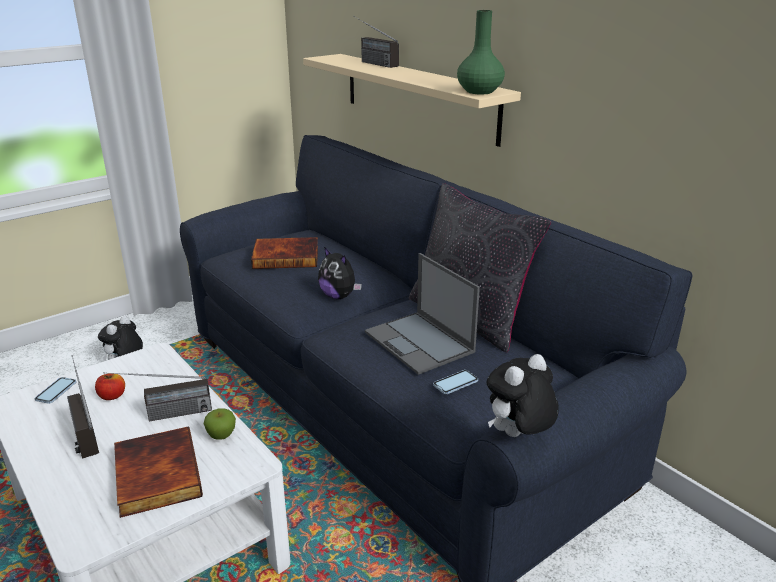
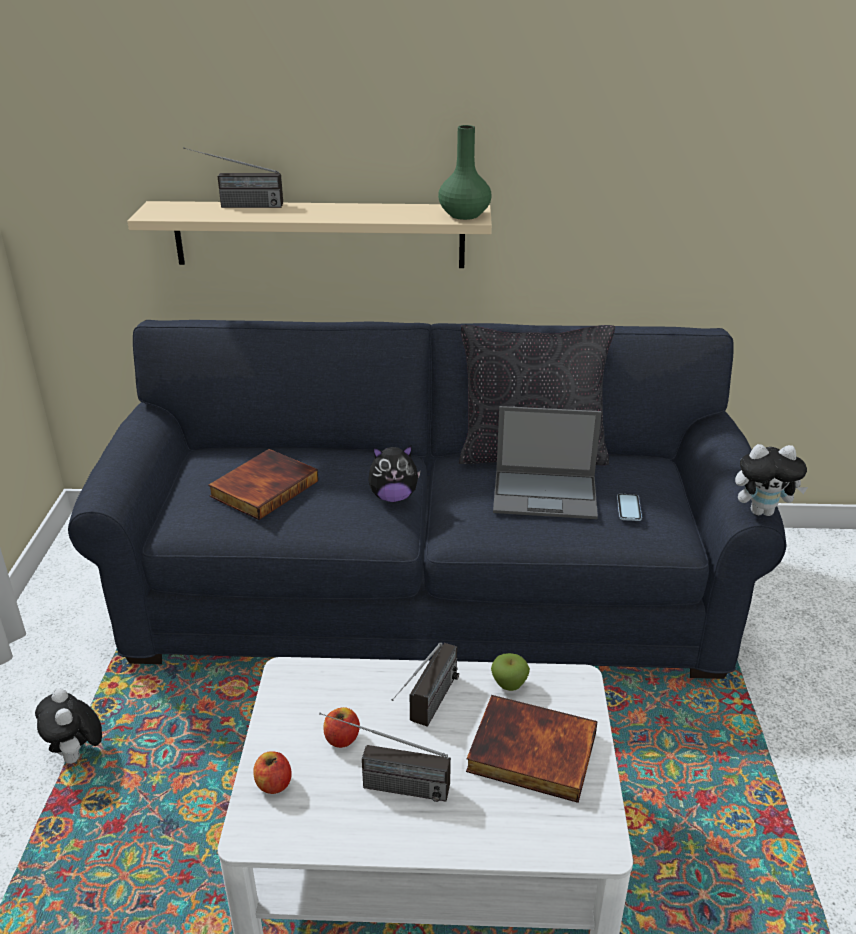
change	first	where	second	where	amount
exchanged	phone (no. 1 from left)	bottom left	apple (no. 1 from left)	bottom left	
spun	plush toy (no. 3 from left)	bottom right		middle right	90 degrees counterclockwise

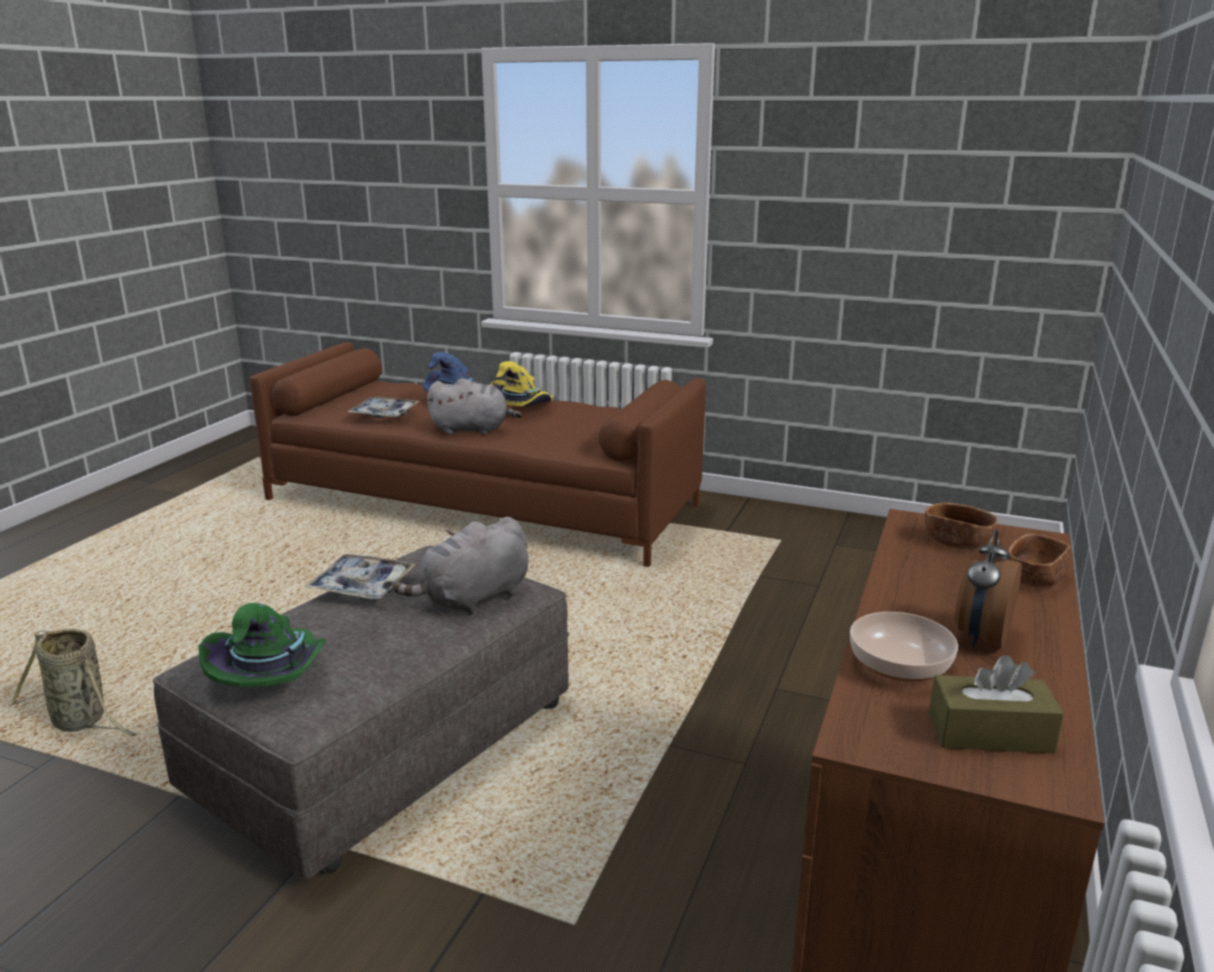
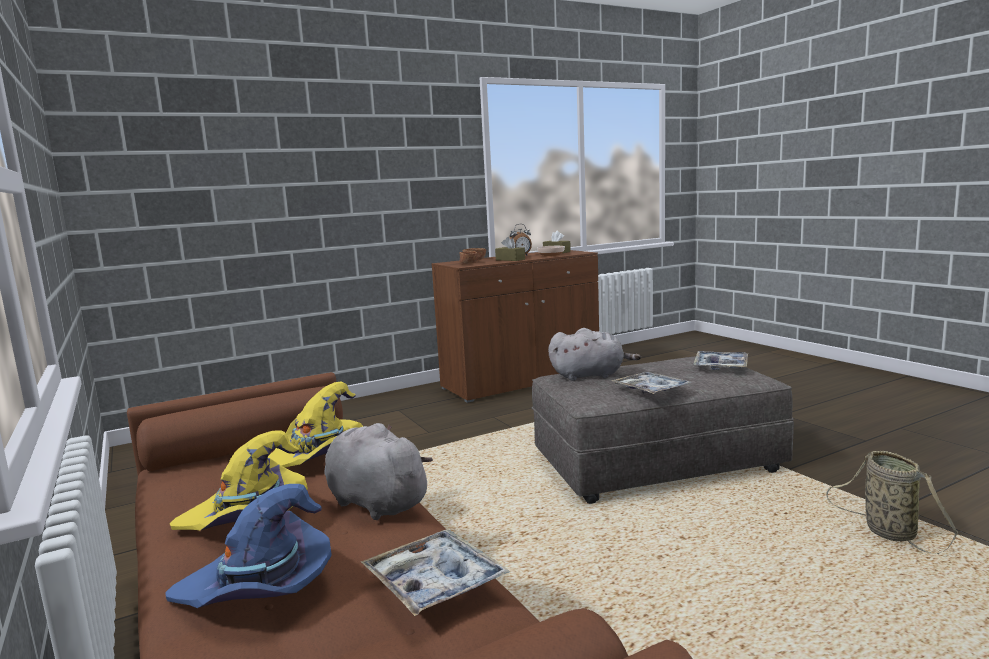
change	first	where	second	where	amount
appeared			hat (yellow) (no. 2 from left)	middle left	
appeared			tissue box (brown) (no. 1 from left)	centre	
exchanged	hat (green)	middle left	tray (no. 3 from left)	middle right	

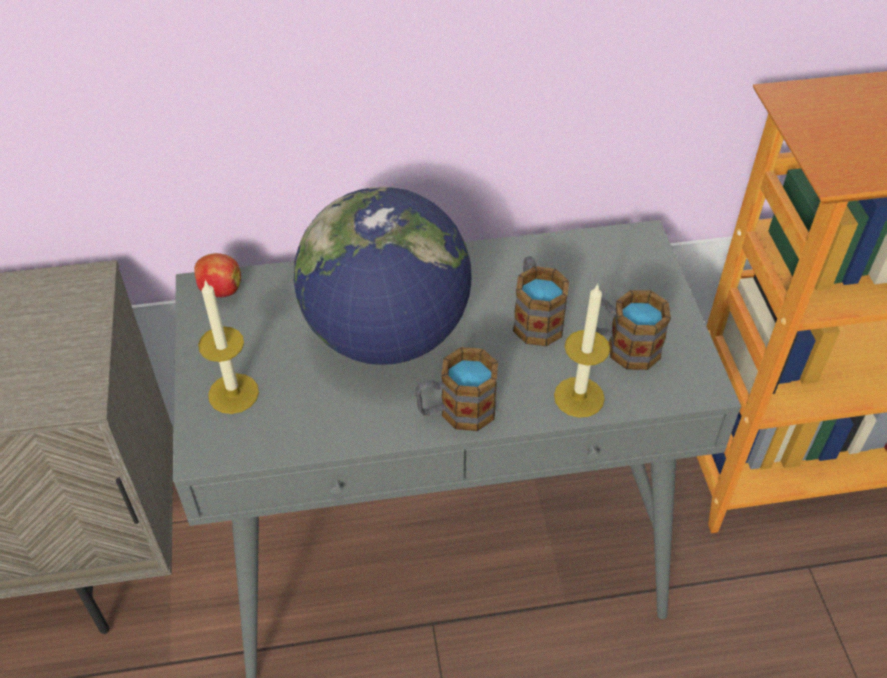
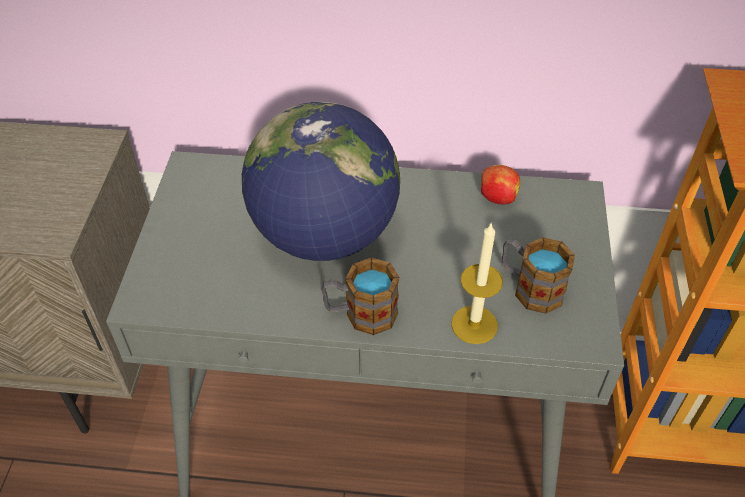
change	first	where	second	where	amount
relocated	apple	middle left		middle right	
missing	candle (no. 1 from left)	middle left			
missing	mug (no. 2 from left)	centre			

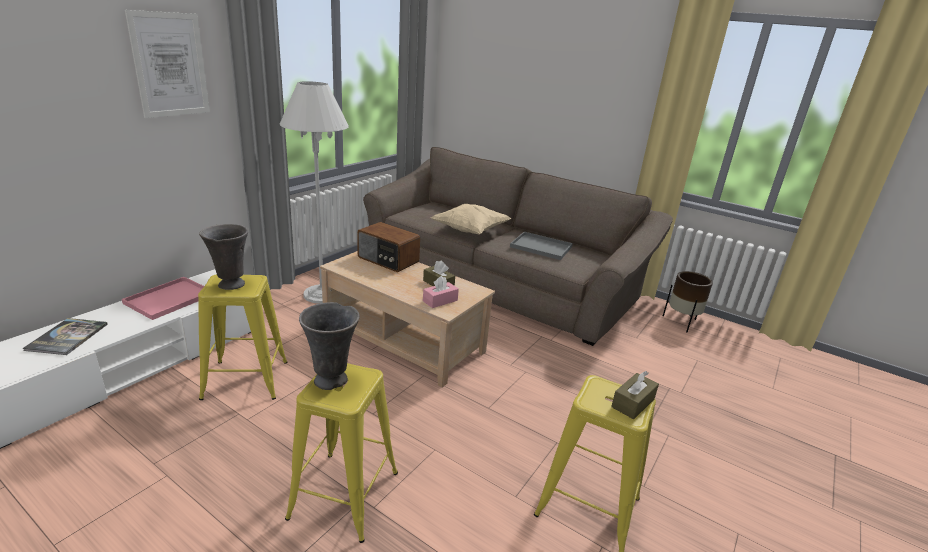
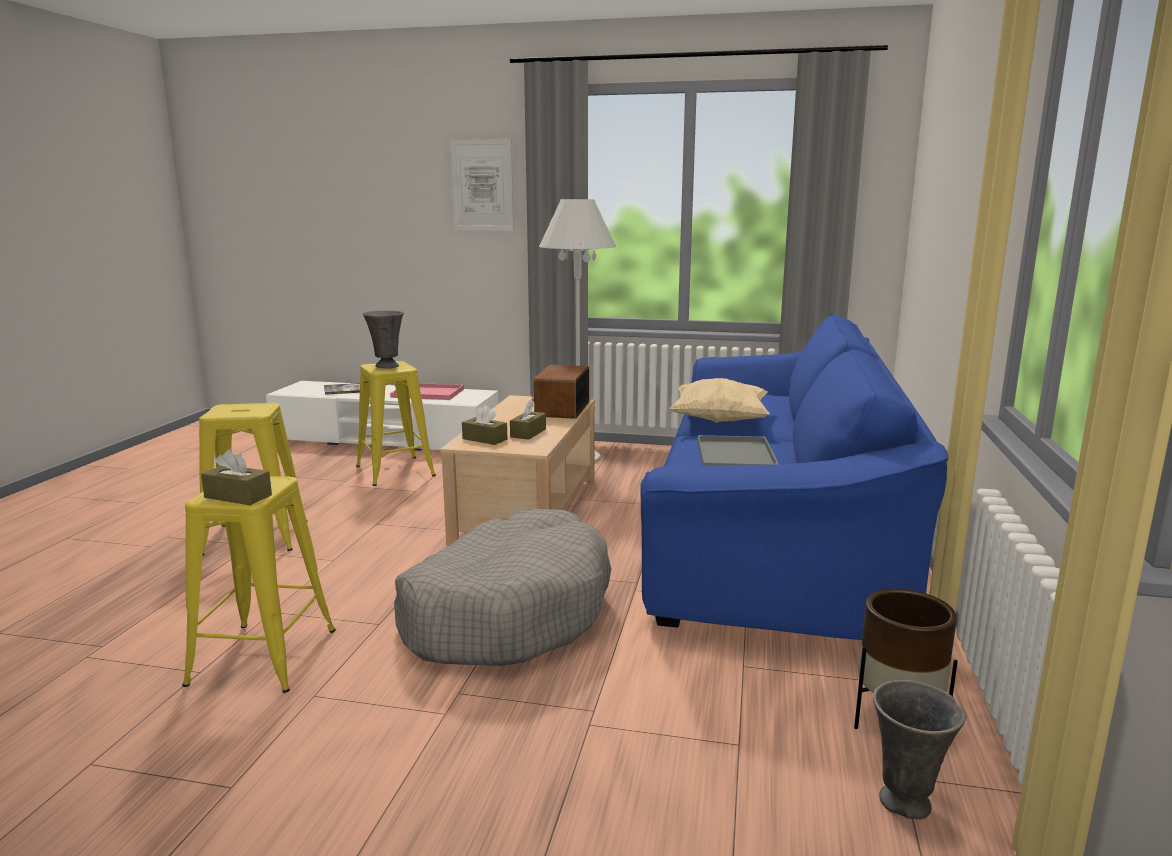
change	first	where	second	where	amount
appeared			dog bed (grey)	bottom centre	
colour	tissue box (pink)	centre	tissue box (brown) (no. 2 from left)	centre	
colour	sofa (brown)	centre	sofa (blue)	middle right	
relocated	vase (grey) (no. 2 from left)	centre		bottom right	

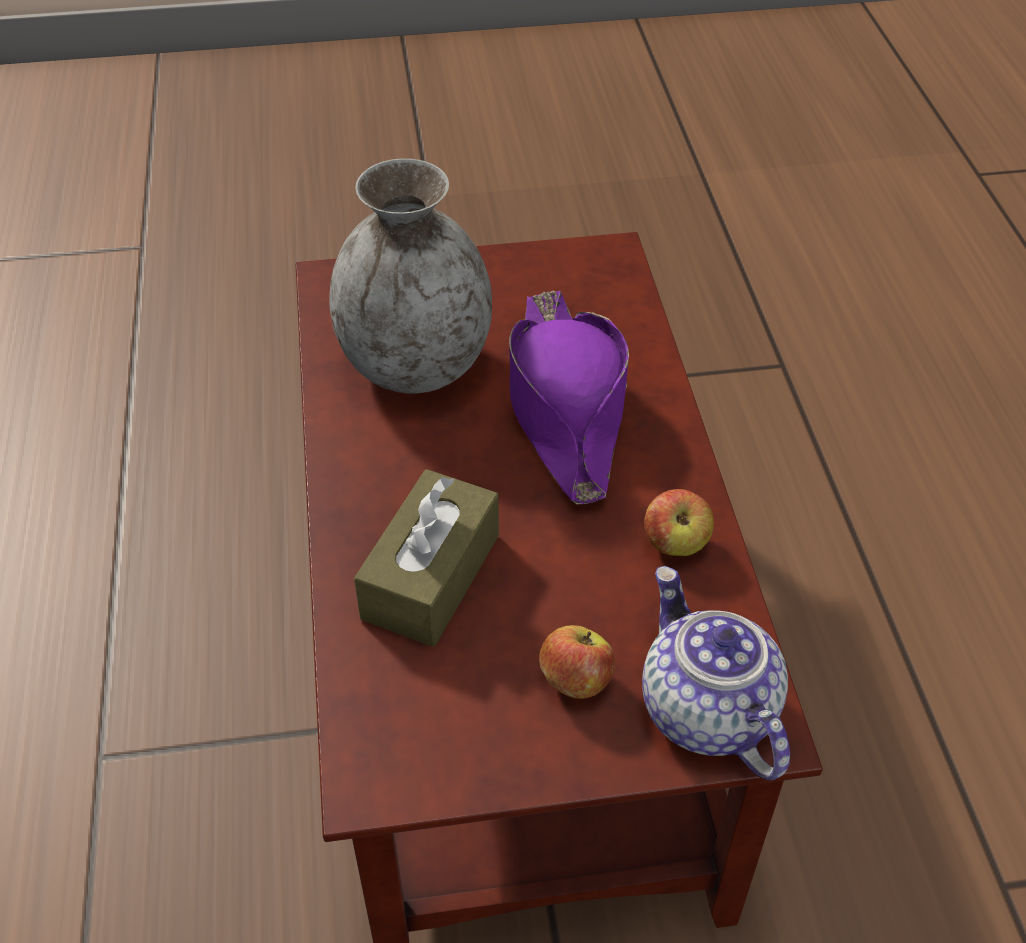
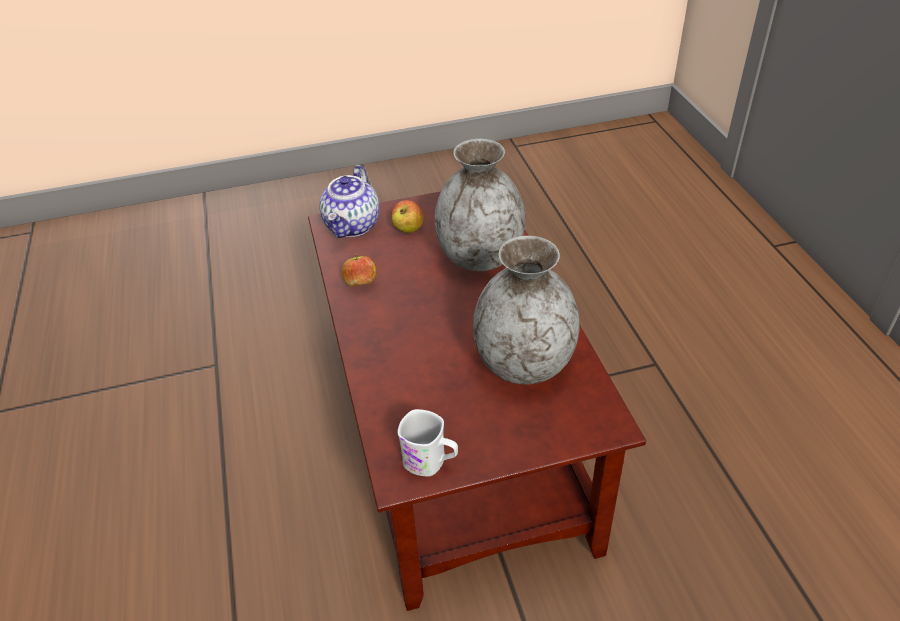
change	first	where	second	where	amount
spun	teapot	bottom right		top centre	45 degrees clockwise
appeared			mug (white)	bottom centre	
exchanged	tissue box (brown)	centre	vase (grey) (no. 1 from left)	top centre	
missing	hat (purple)	centre			

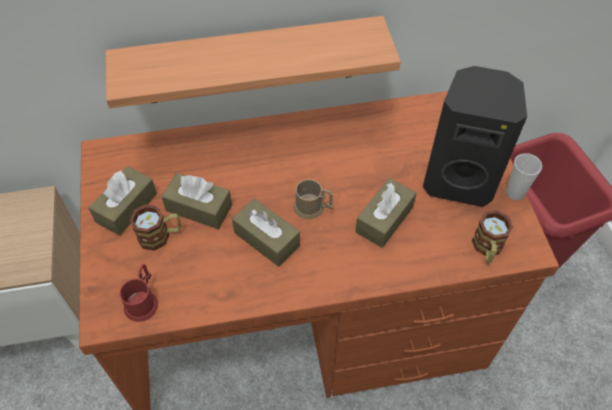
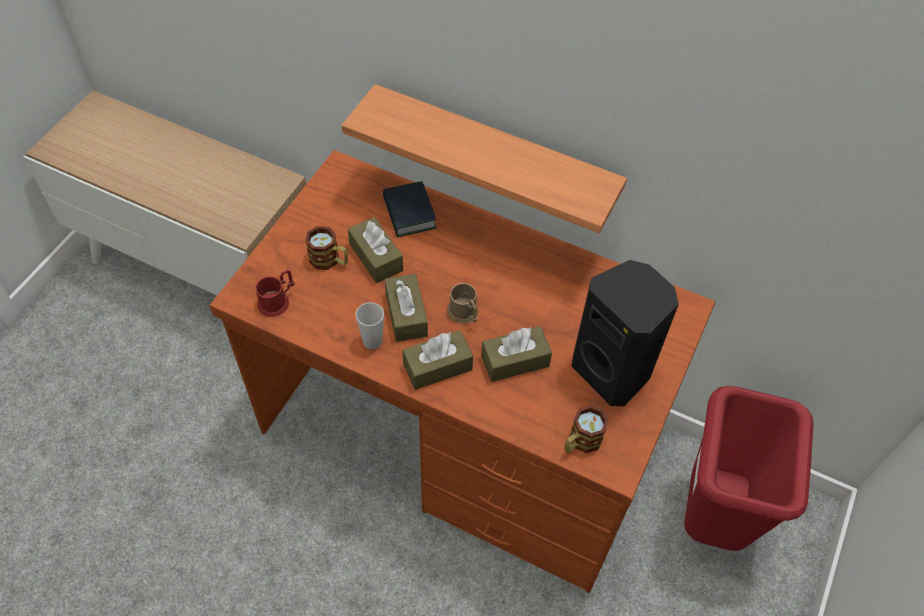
change	first	where	second	where	amount
relocated	cup	middle right		centre	
appeared			book	centre	
relocated	tissue box (brown) (no. 1 from left in the first image)	middle left	tissue box (brown) (no. 3 from left)	centre	

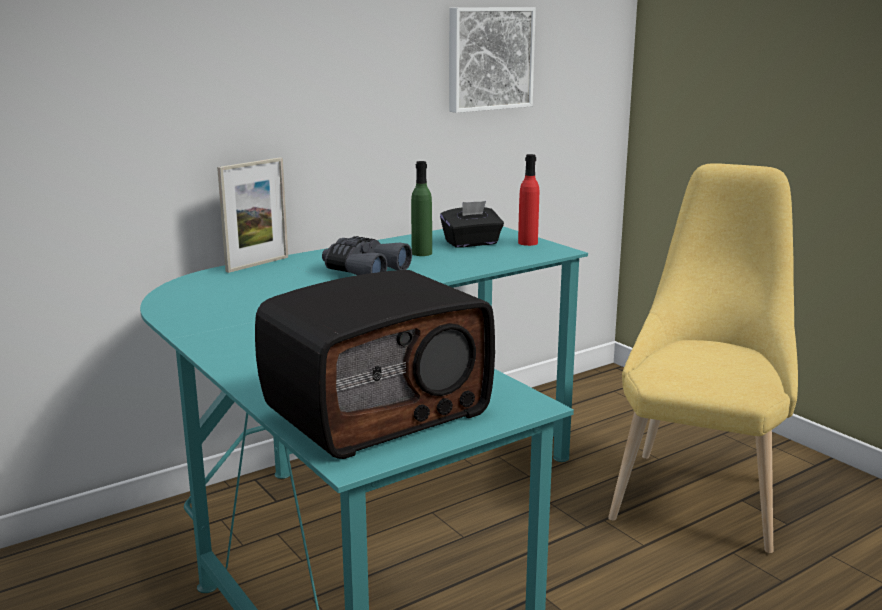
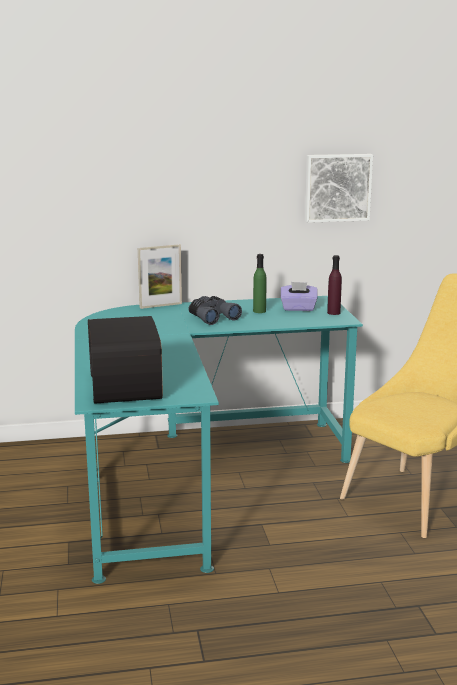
change	first	where	second	where	amount
spun	radio	centre		middle left	90 degrees clockwise
colour	tissue box (black)	centre	tissue box (purple)	centre	
colour	bottle (red)	top centre	bottle (purple)	middle right	

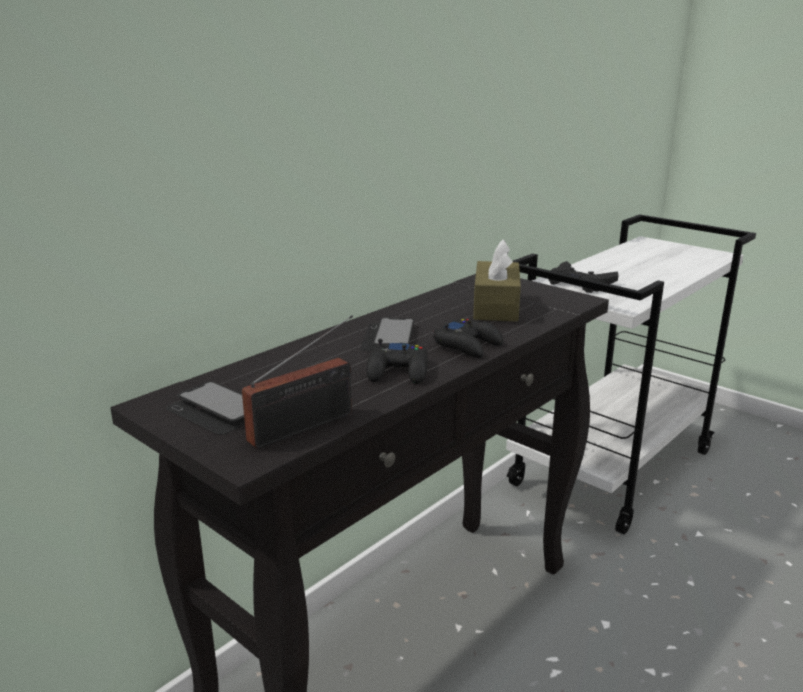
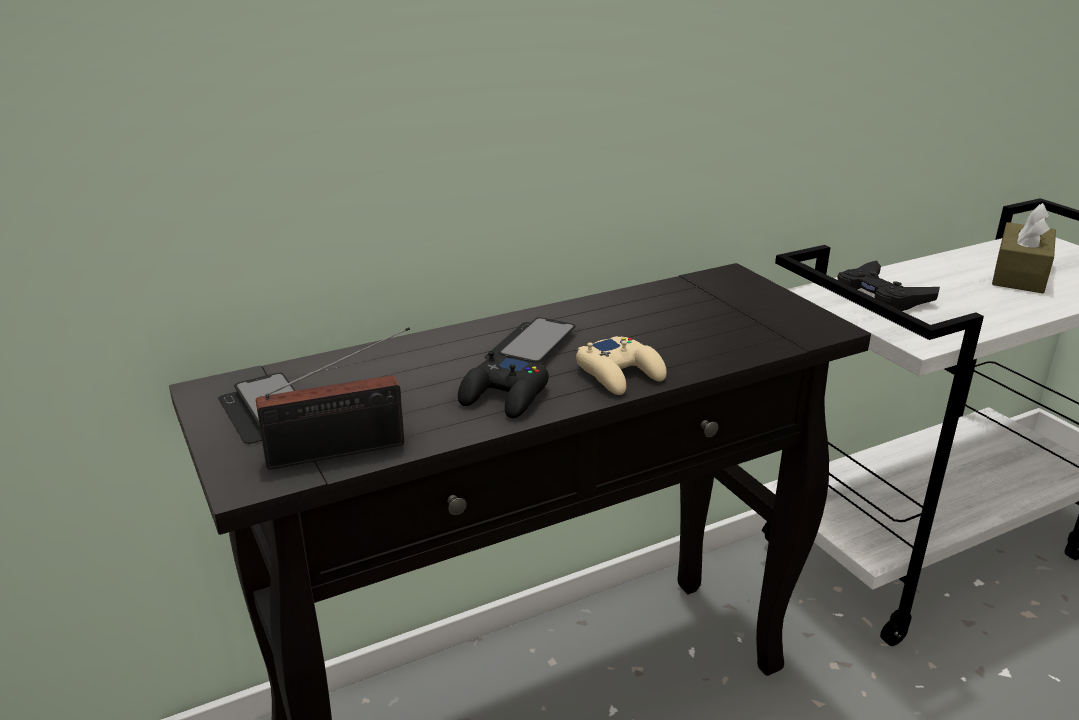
change	first	where	second	where	amount
colour	game controller (black) (no. 2 from left)	centre	game controller (beige)	centre	
relocated	tissue box (brown)	centre		middle right	

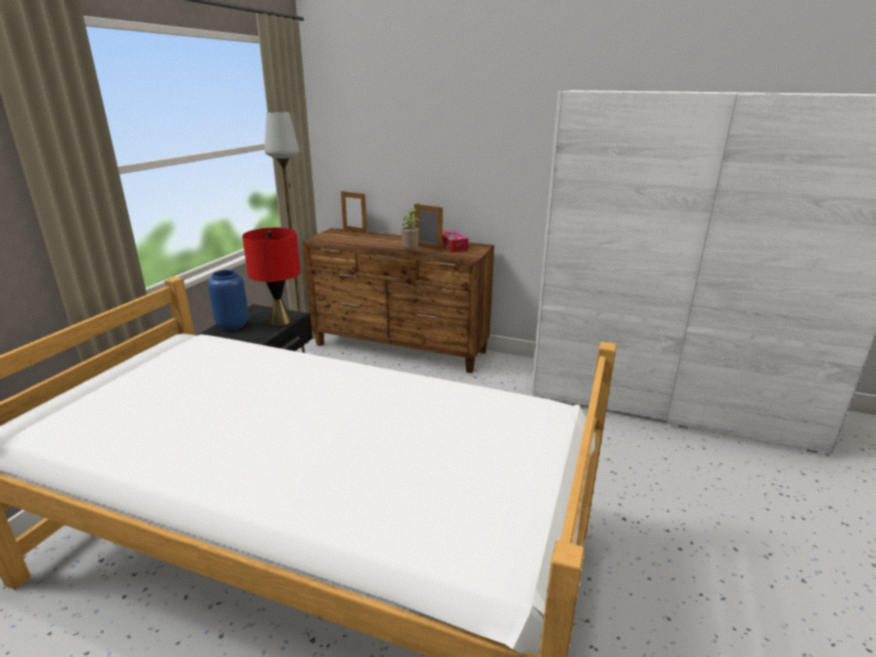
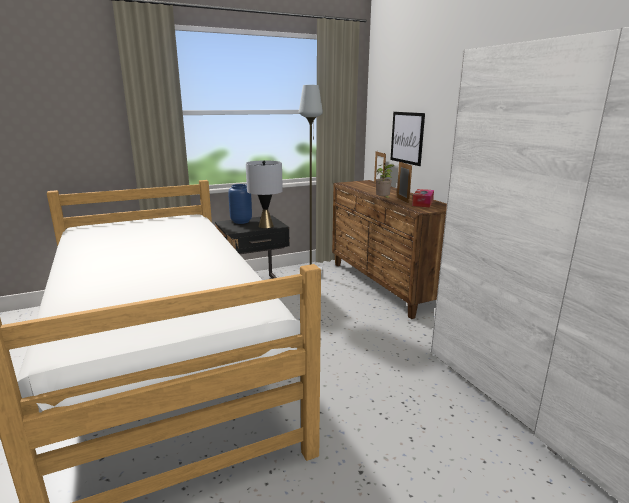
change	first	where	second	where	amount
colour	table lamp (red)	middle left	table lamp (grey)	centre	
appeared			picture	top centre	

